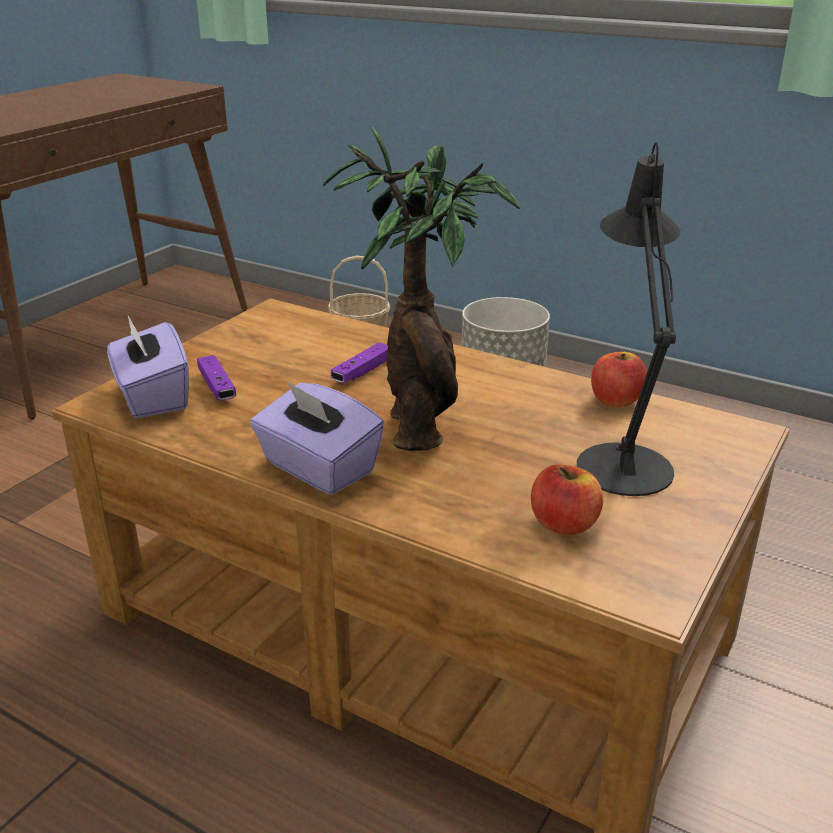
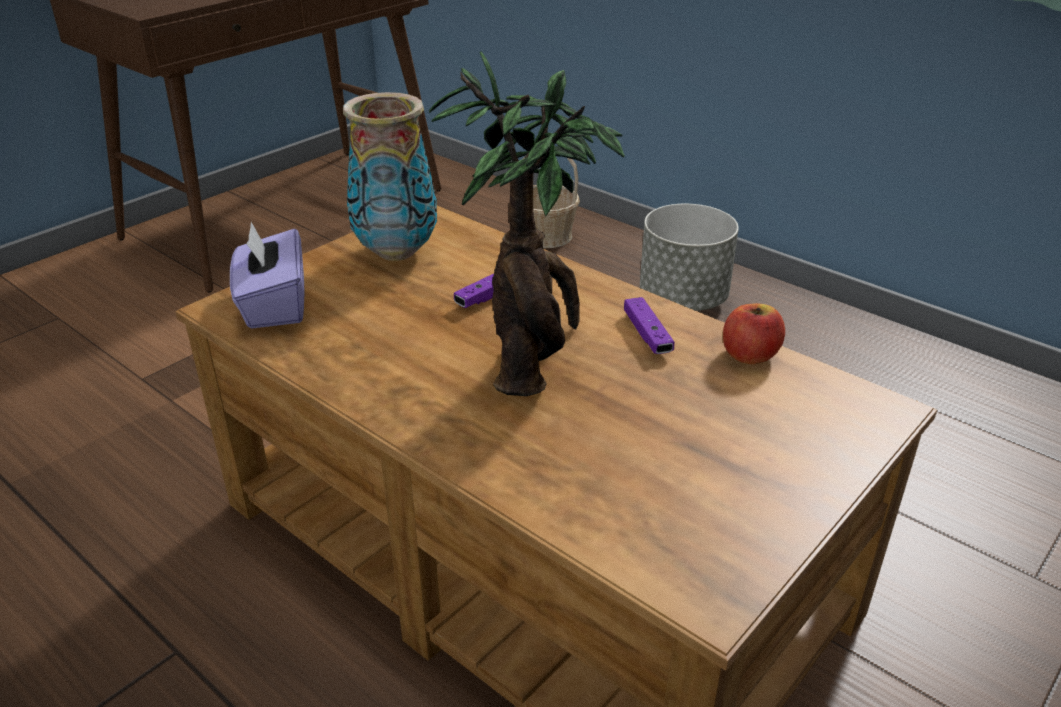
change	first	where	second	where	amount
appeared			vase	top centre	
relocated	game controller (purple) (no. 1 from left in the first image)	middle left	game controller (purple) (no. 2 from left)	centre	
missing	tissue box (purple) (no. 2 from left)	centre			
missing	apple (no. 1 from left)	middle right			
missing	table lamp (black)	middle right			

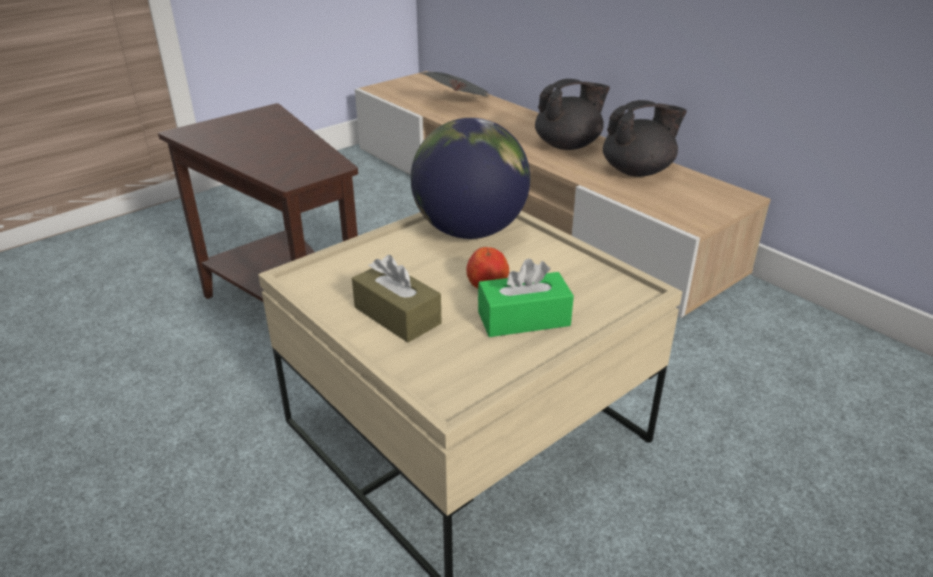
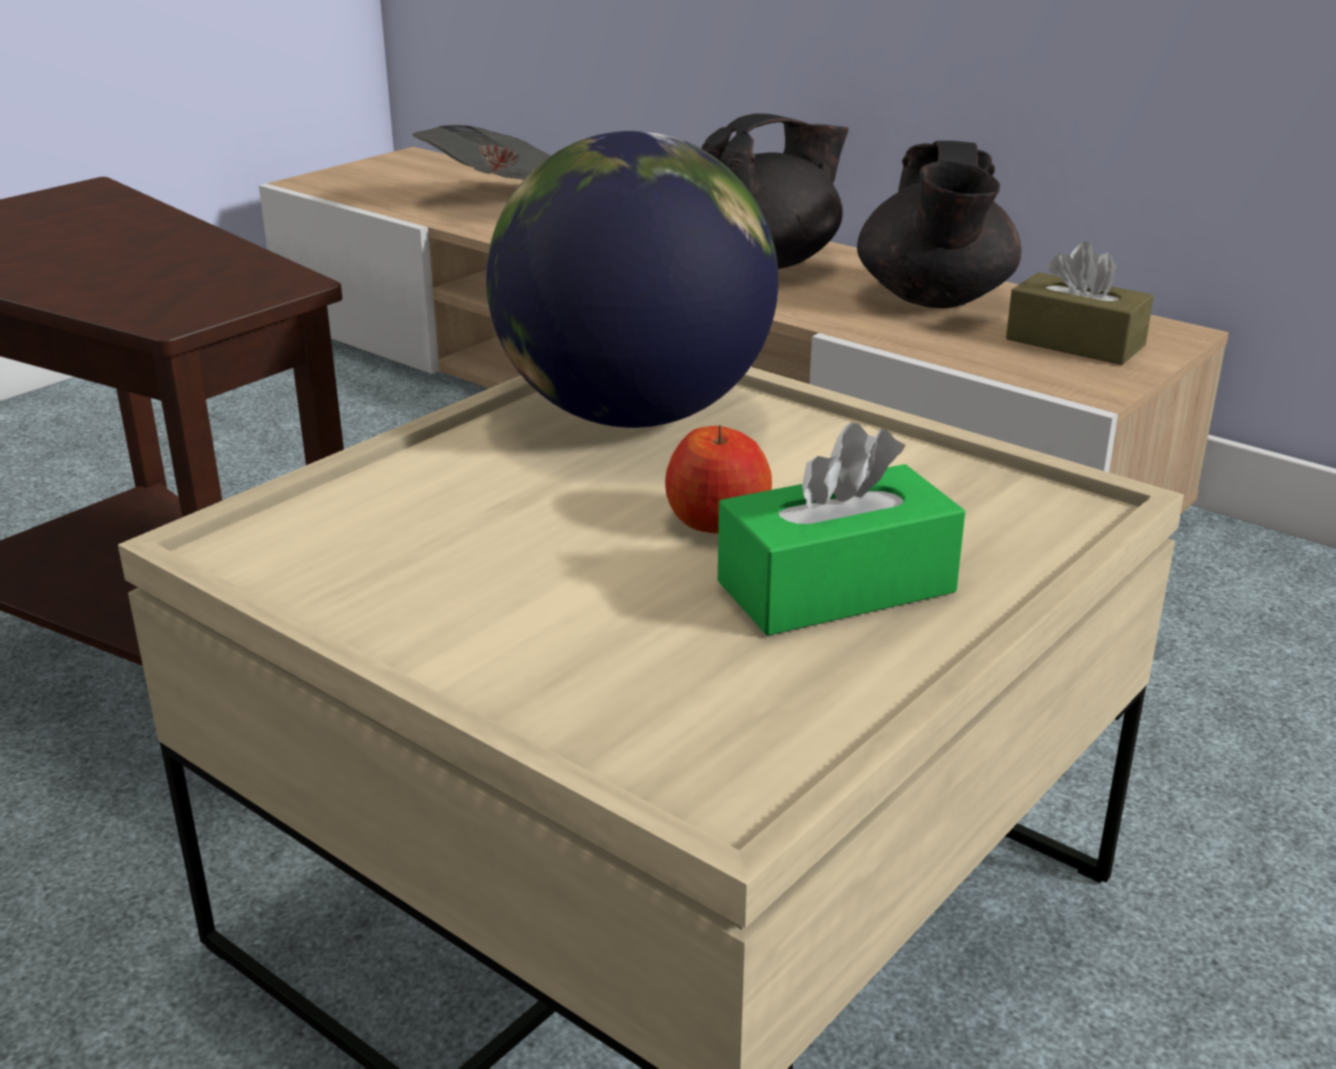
change	first	where	second	where	amount
spun	teapot (black) (no. 2 from left)	top right		top right	120 degrees clockwise
relocated	tissue box (brown)	centre		top right	

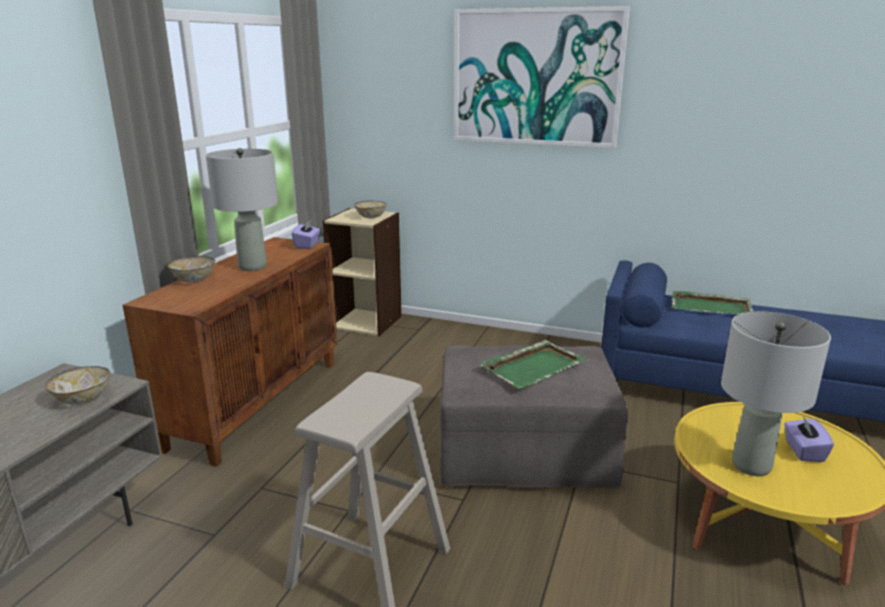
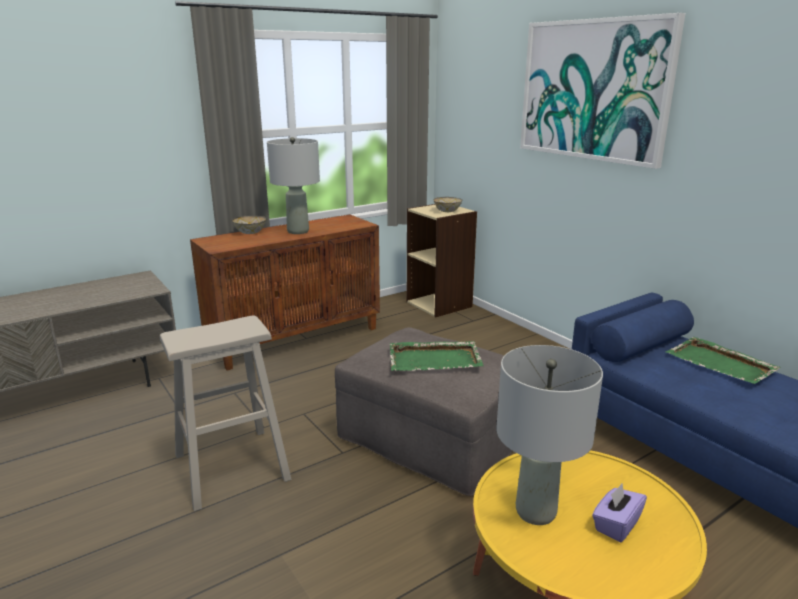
change	first	where	second	where	amount
missing	bowl (no. 1 from left)	middle left			
missing	tissue box (purple) (no. 1 from left)	centre			

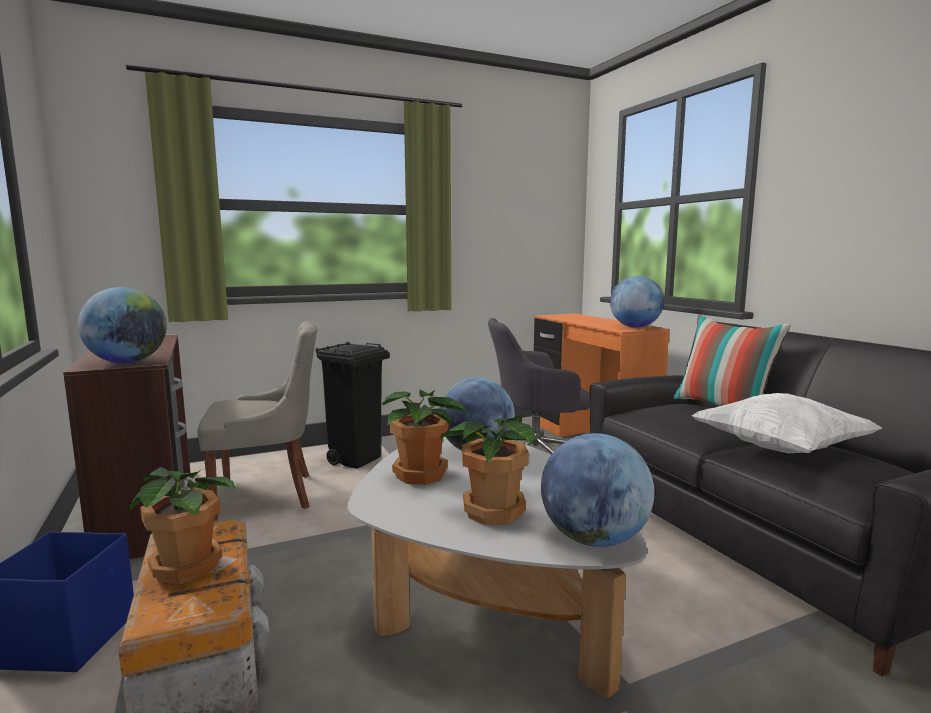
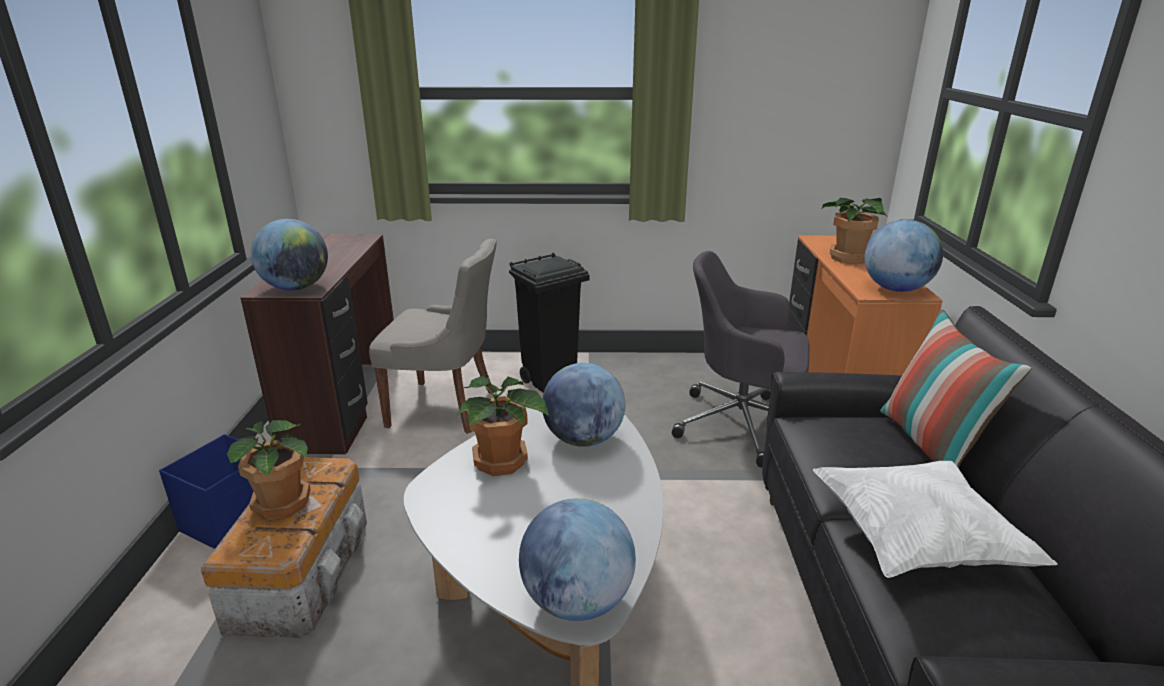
change	first	where	second	where	amount
relocated	potted plant (no. 3 from left)	centre		middle right	

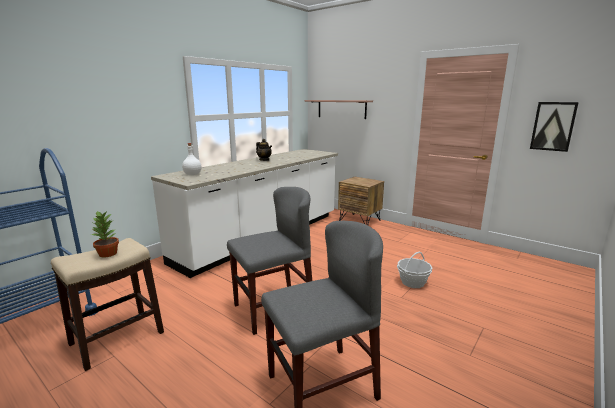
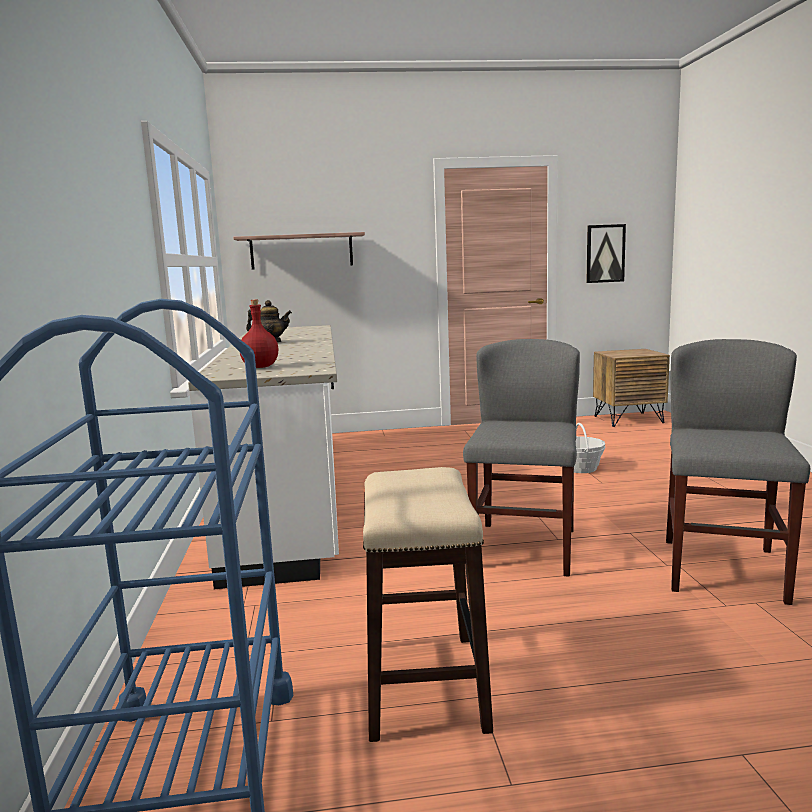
change	first	where	second	where	amount
colour	bottle (white)	middle left	bottle (red)	middle left	
relocated	nightstand (brown)	centre		middle right	
missing	potted plant	middle left			

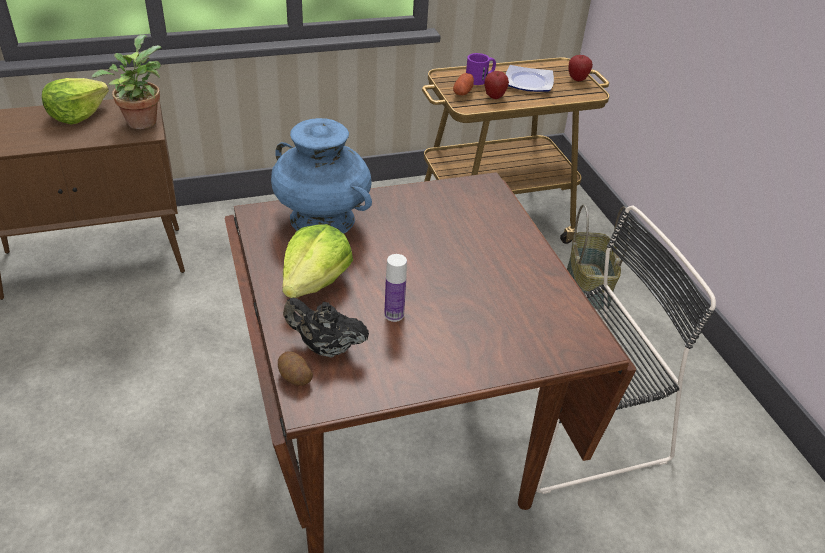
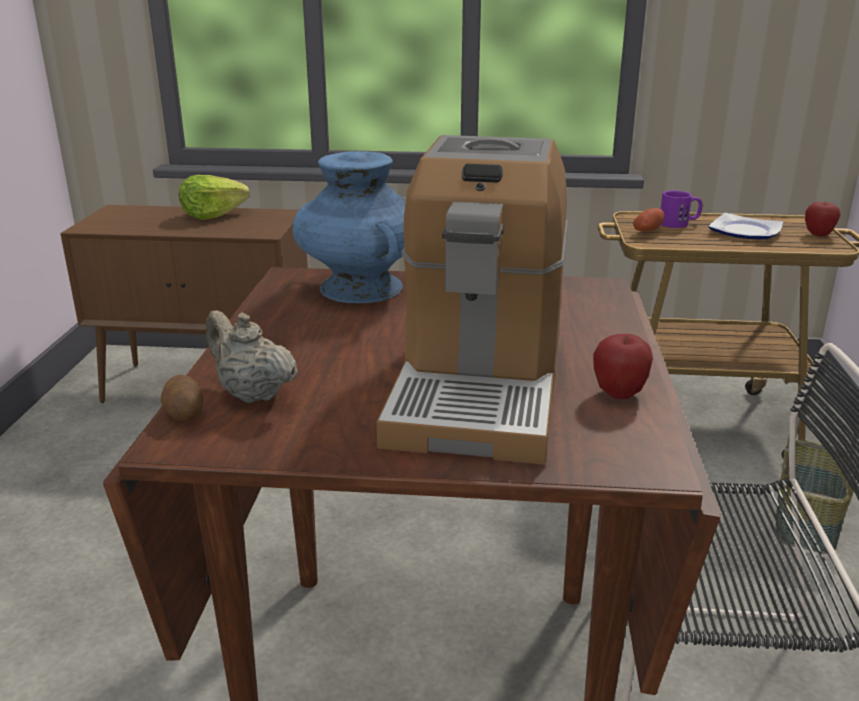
change	first	where	second	where	amount
colour	teapot (black)	centre	teapot (beige)	middle left	
appeared			coffee machine	centre	
relocated	apple (no. 1 from left)	top centre		middle right	
missing	potted plant	top left			
missing	lettuce (no. 2 from left)	centre			
missing	bottle	centre			

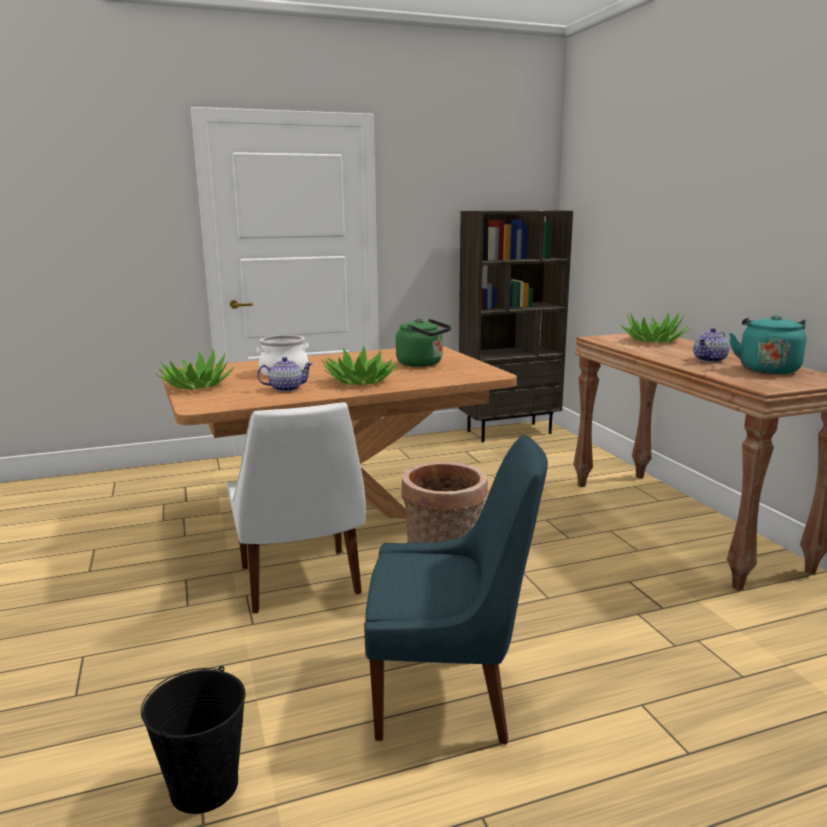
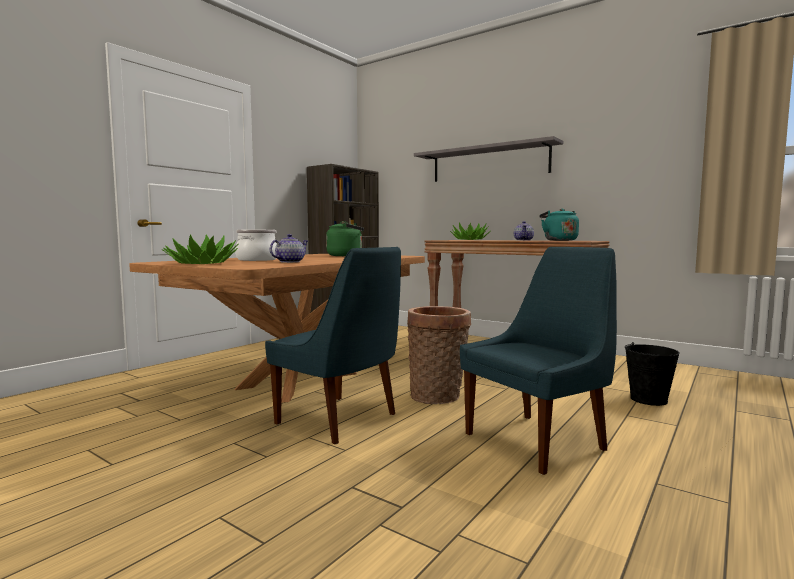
change	first	where	second	where	amount
colour	chair (white)	centre	chair (blue) (no. 1 from left)	centre	
appeared			shelf (grey)	top centre	
relocated	bucket (black)	bottom left		middle right	
missing	potted plant (no. 2 from left)	centre			

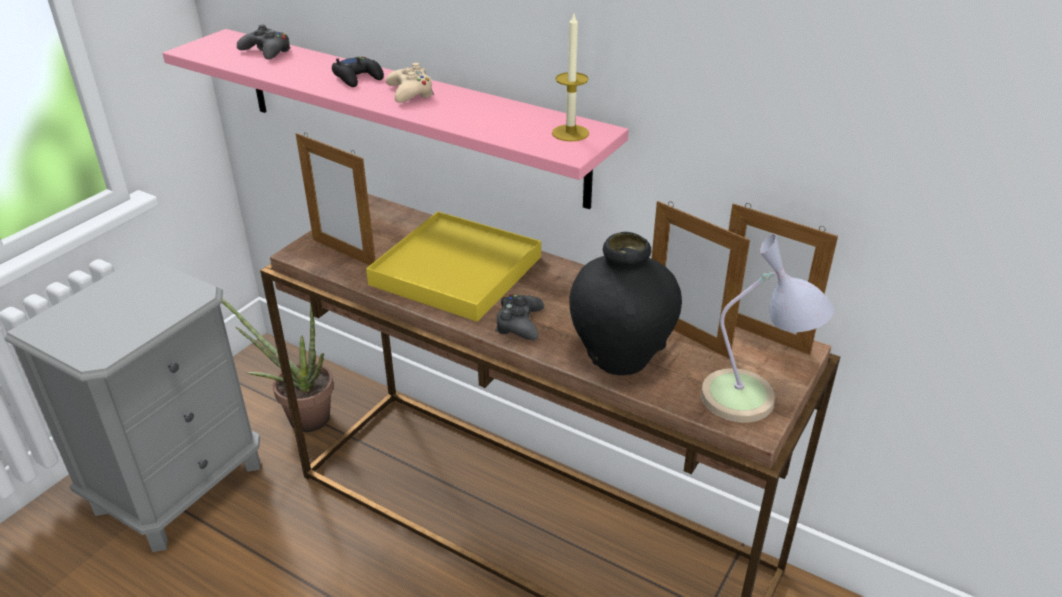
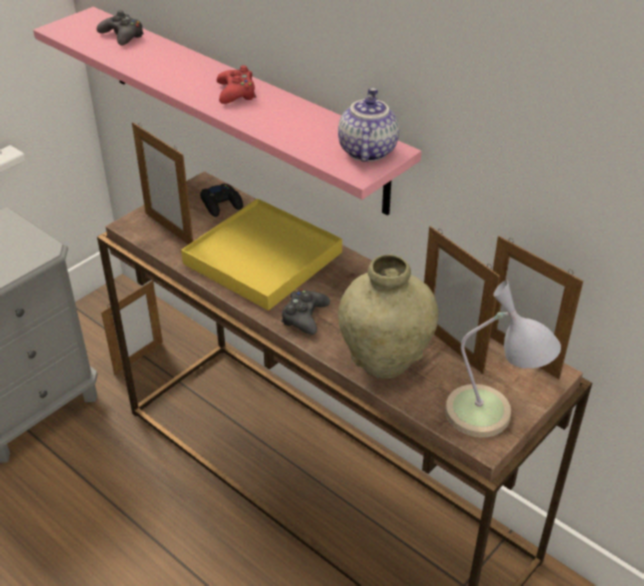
change	first	where	second	where	amount
exchanged	potted plant	middle left	picture frame (no. 1 from left)	middle left	
relocated	game controller (black) (no. 2 from left)	top centre		centre	
colour	game controller (beige)	top centre	game controller (red)	top centre	
exchanged	candle	top centre	teapot	top centre	
colour	vase (black)	centre	vase (beige)	centre	

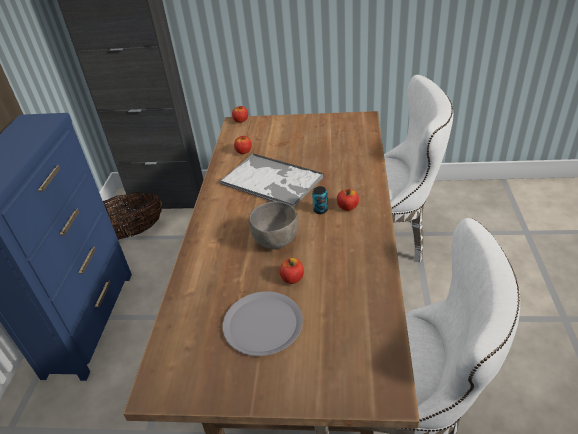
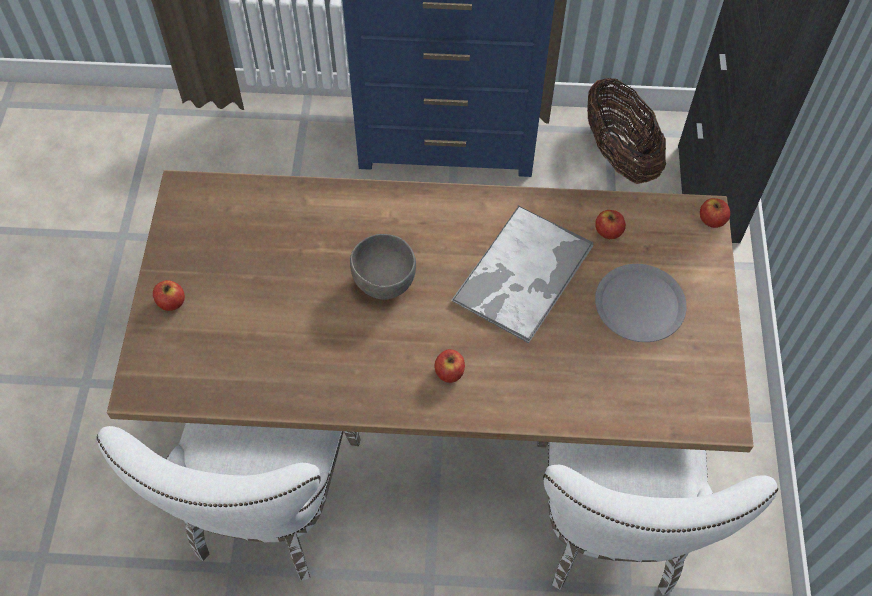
change	first	where	second	where	amount
relocated	apple (no. 3 from left in the first image)	centre	apple (no. 1 from left)	middle left	
relocated	plate (grey)	bottom centre		middle right	
missing	can	centre			

